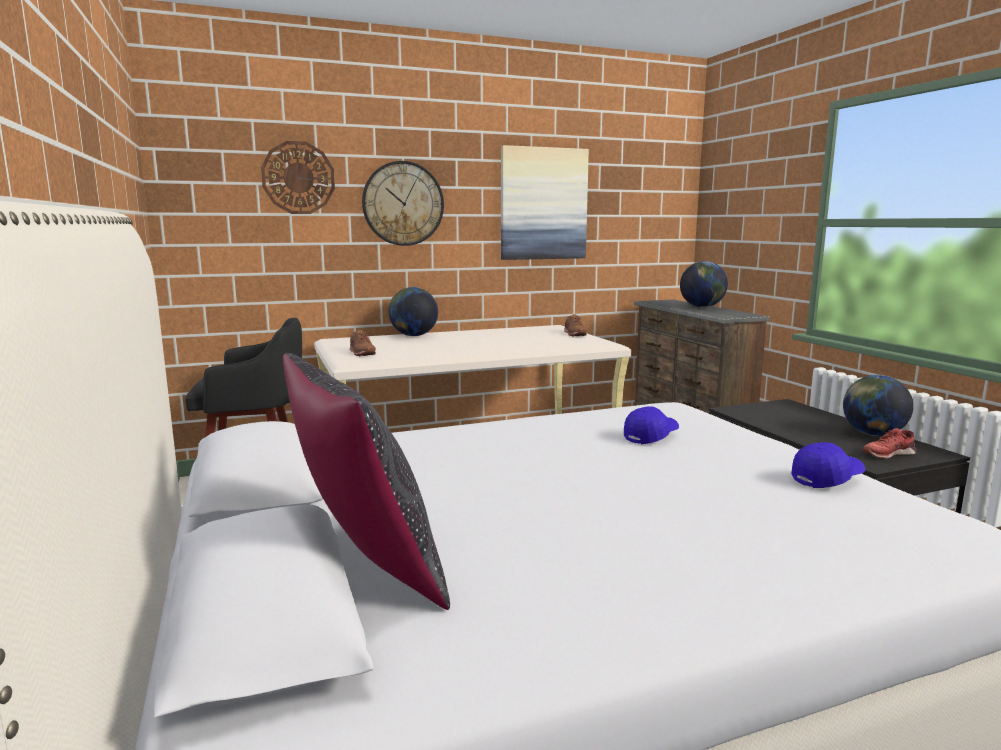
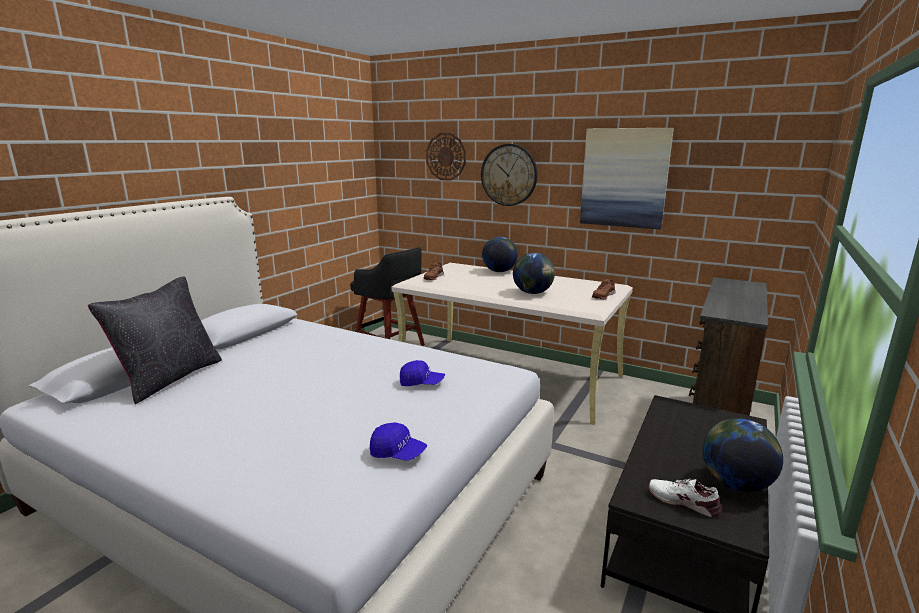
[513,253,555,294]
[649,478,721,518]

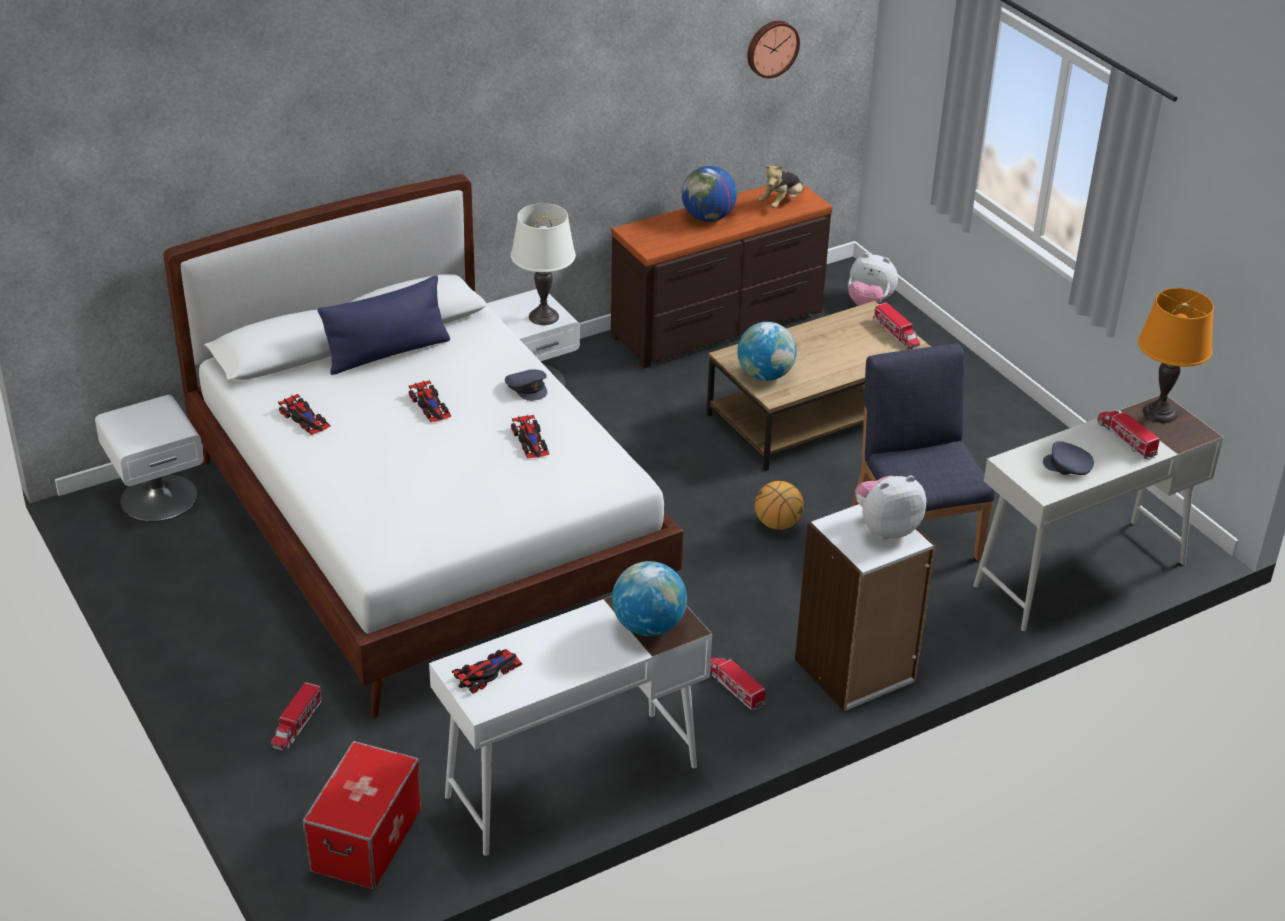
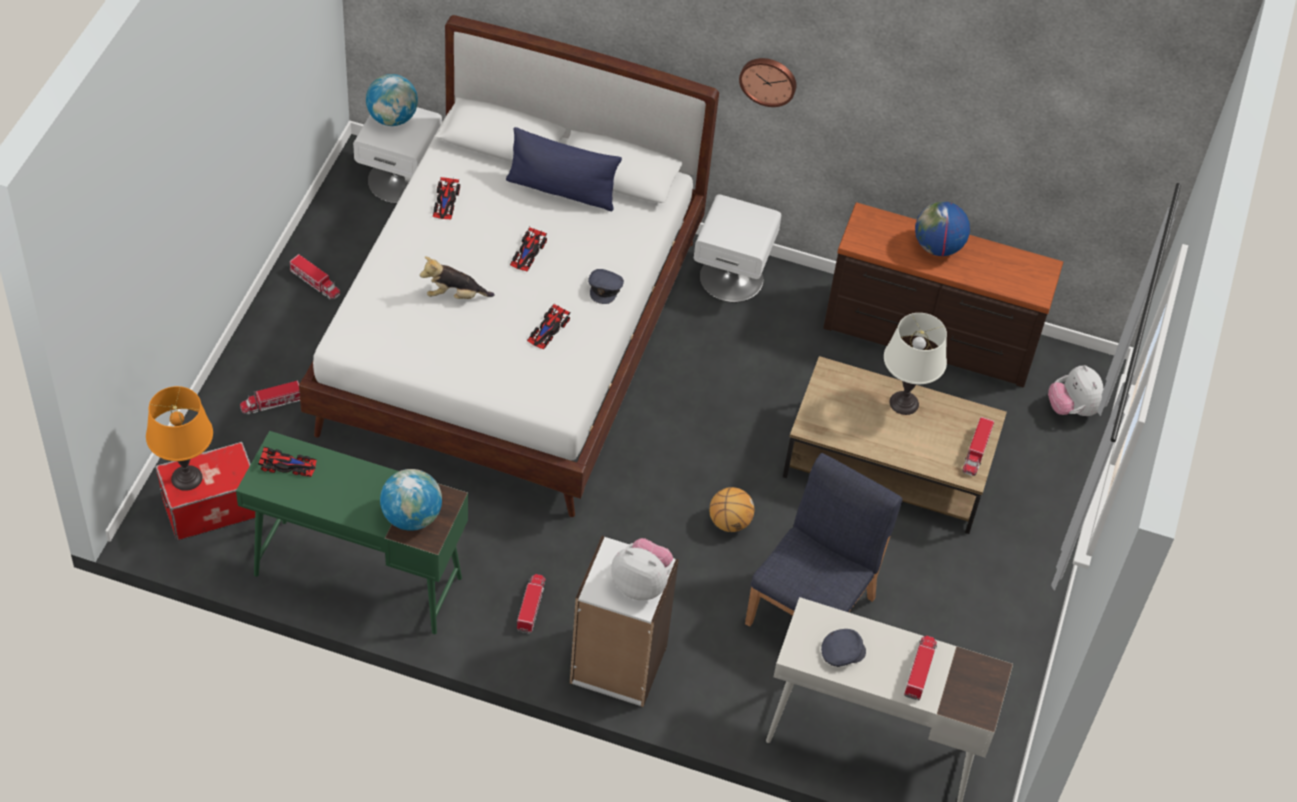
[739,58,796,107]
[420,257,494,299]
[884,313,947,415]
[146,386,213,491]
[366,74,418,126]
[821,629,866,667]
[236,431,468,634]
[290,254,340,300]

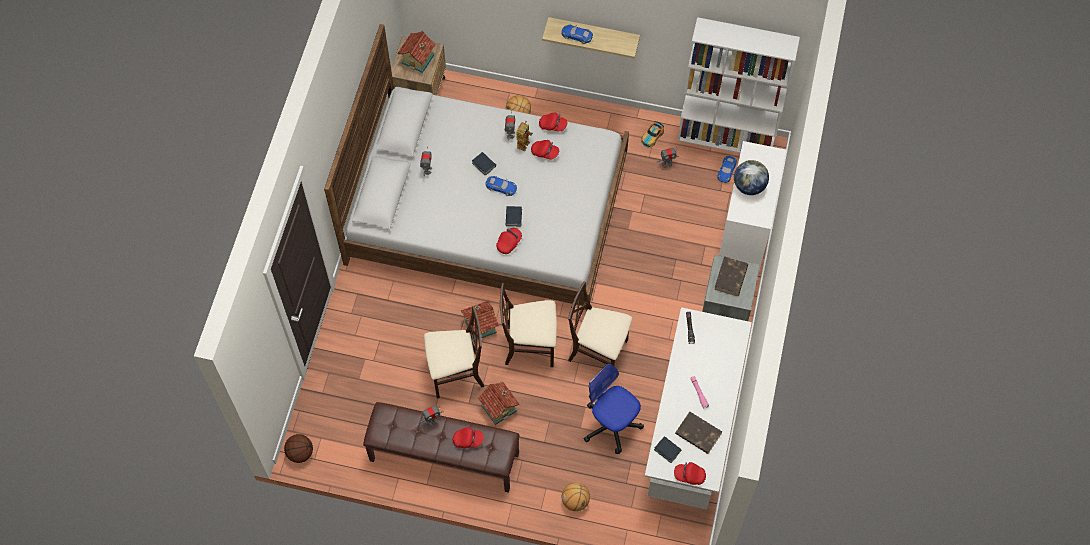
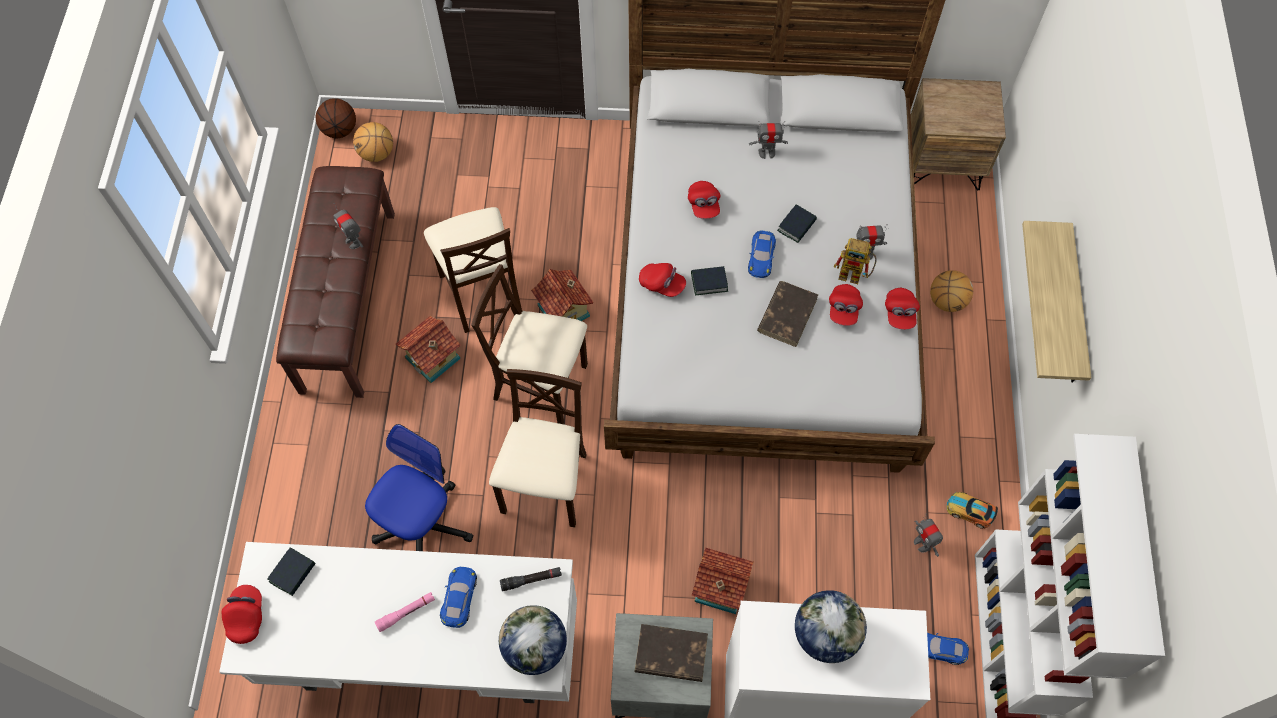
[440,567,477,628]
[692,548,753,614]
[471,264,588,424]
[757,281,818,347]
[688,181,720,219]
[353,122,393,162]
[499,605,567,675]

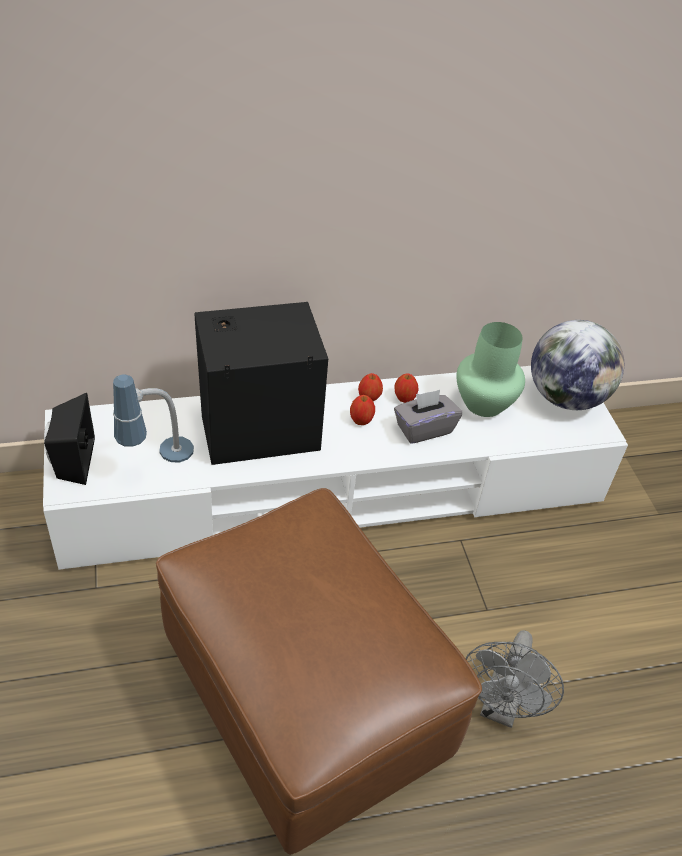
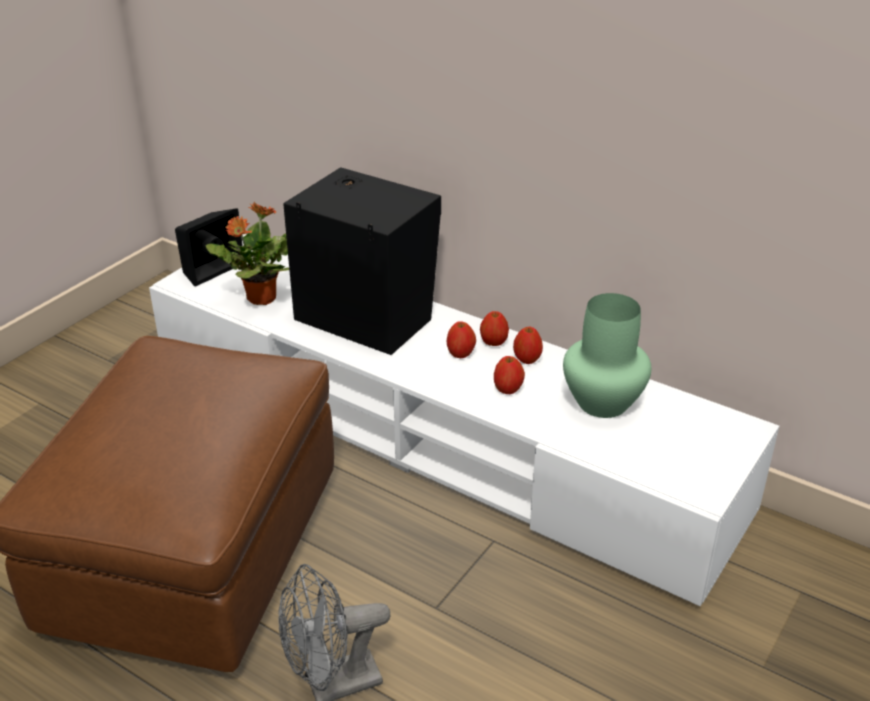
[531,320,624,410] (first image)
[206,202,289,305]
[494,356,525,394]

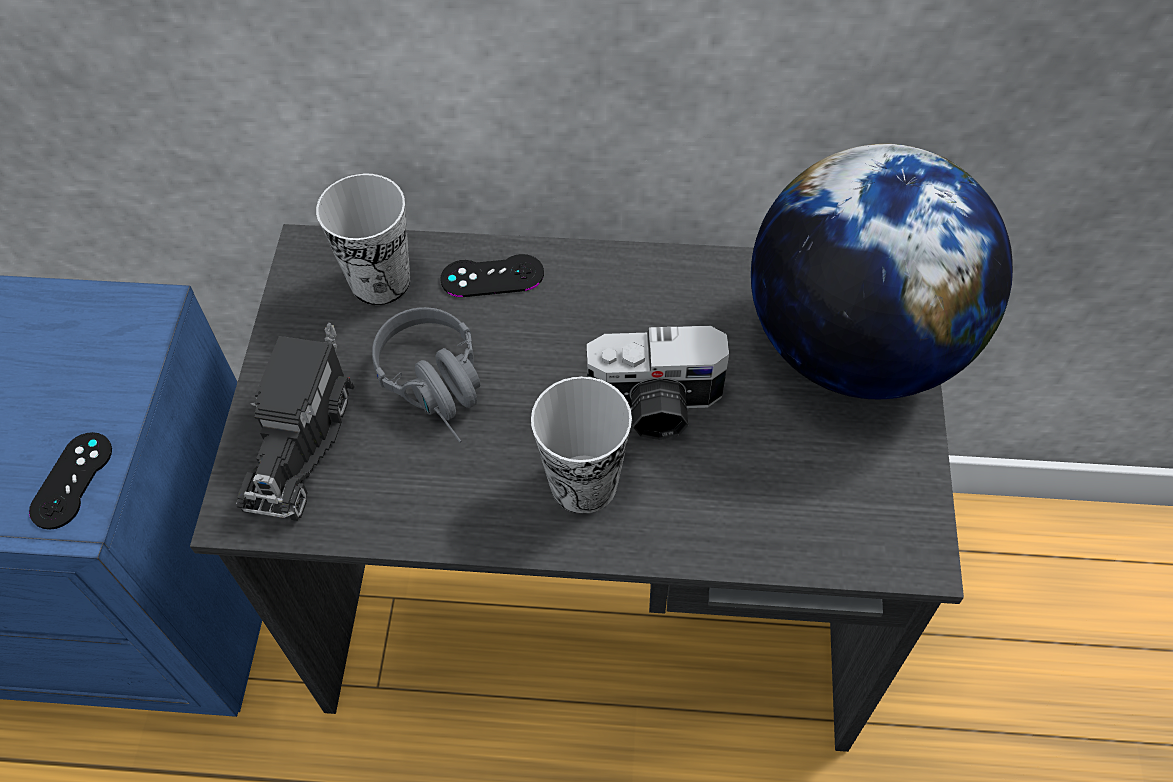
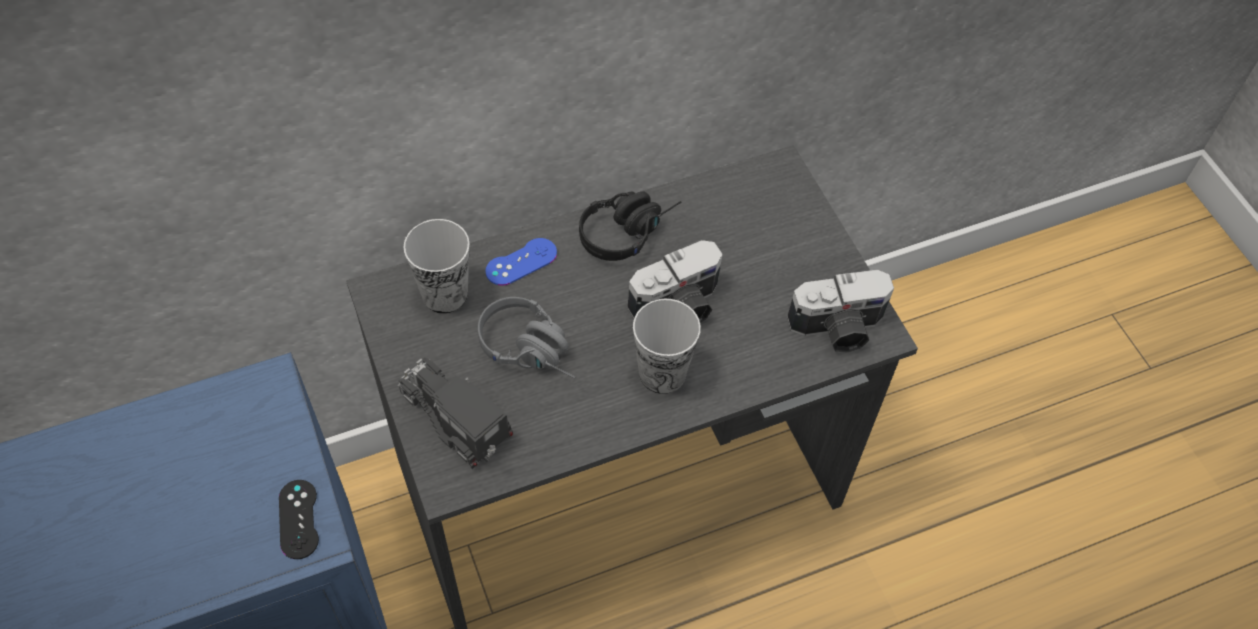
[751,144,1013,399] (first image)
[485,238,557,286]
[398,357,513,469]
[579,191,681,261]
[787,269,894,353]

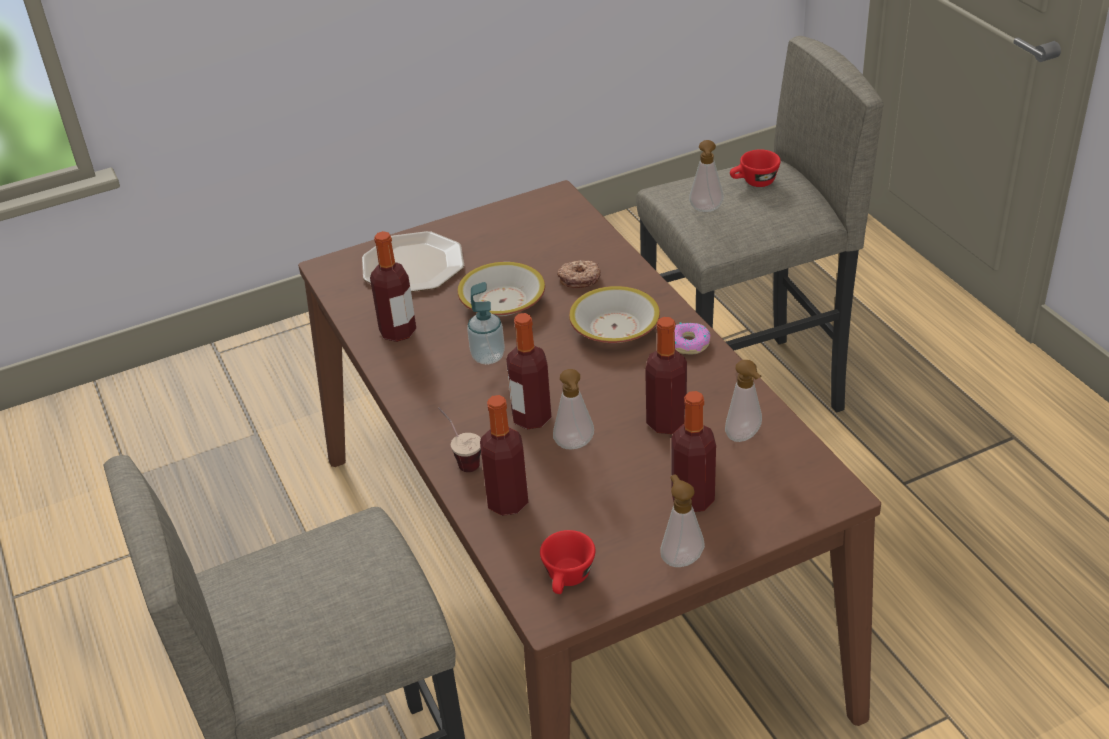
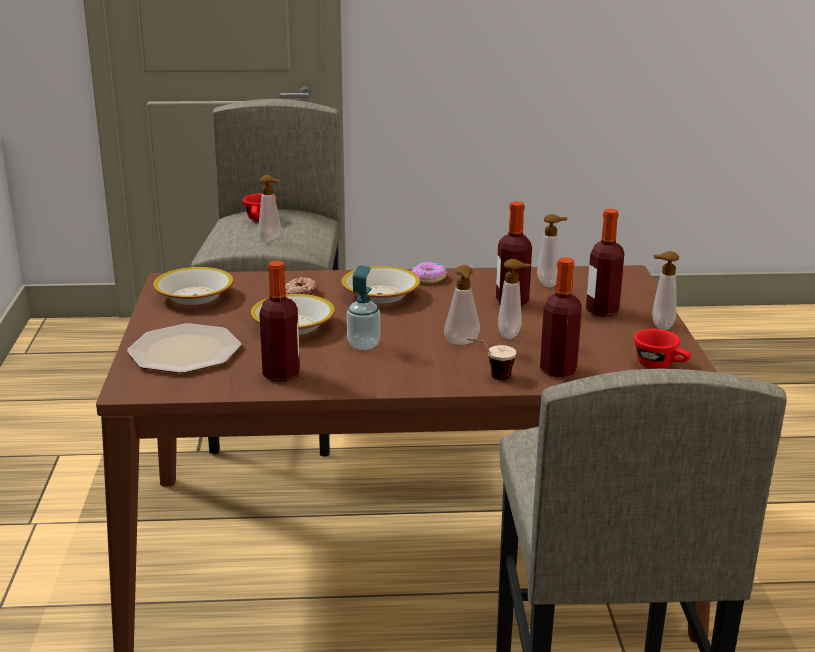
[444,265,480,345]
[153,267,234,305]

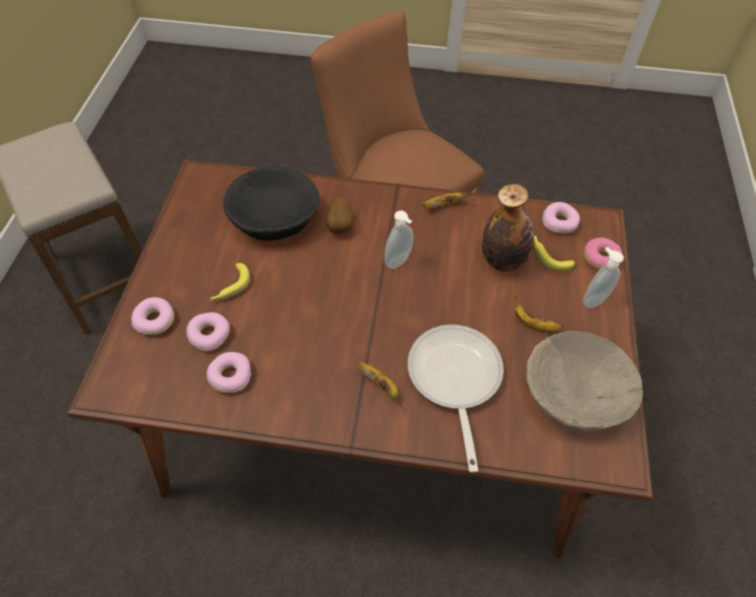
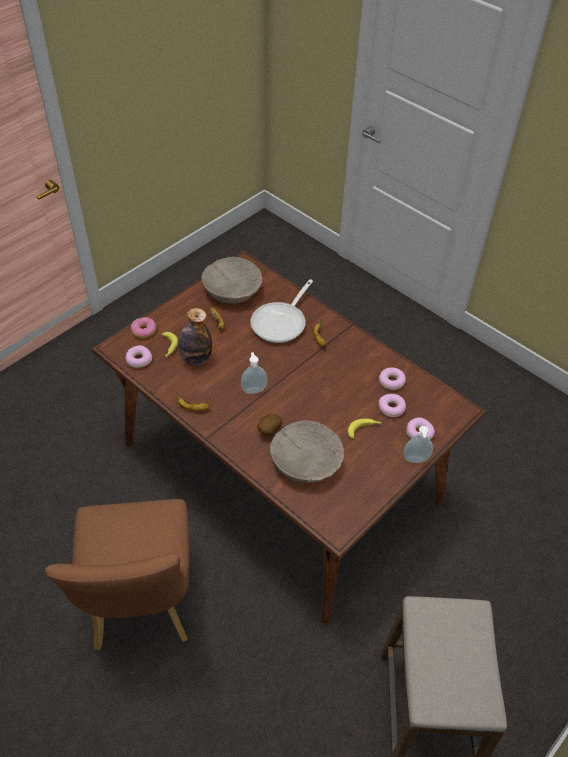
[270,420,344,483]
[403,426,433,463]

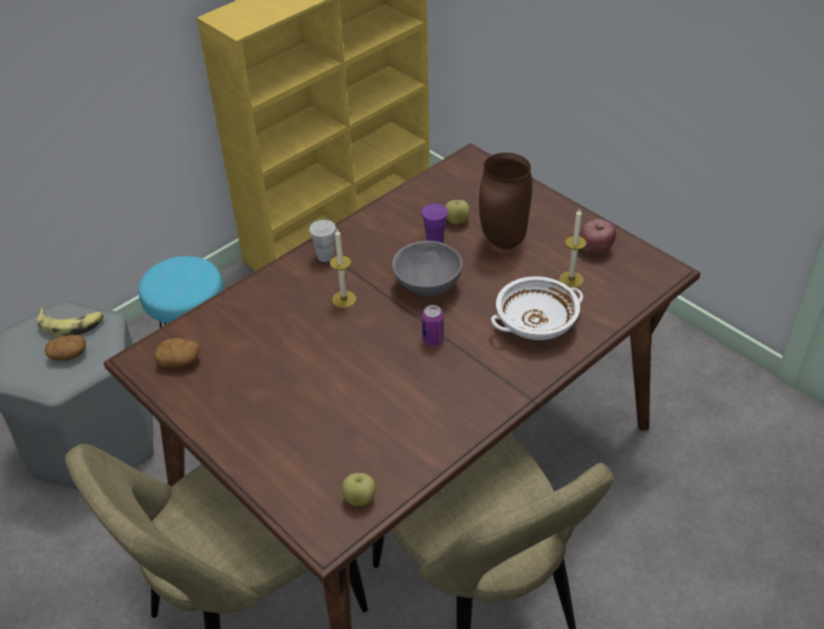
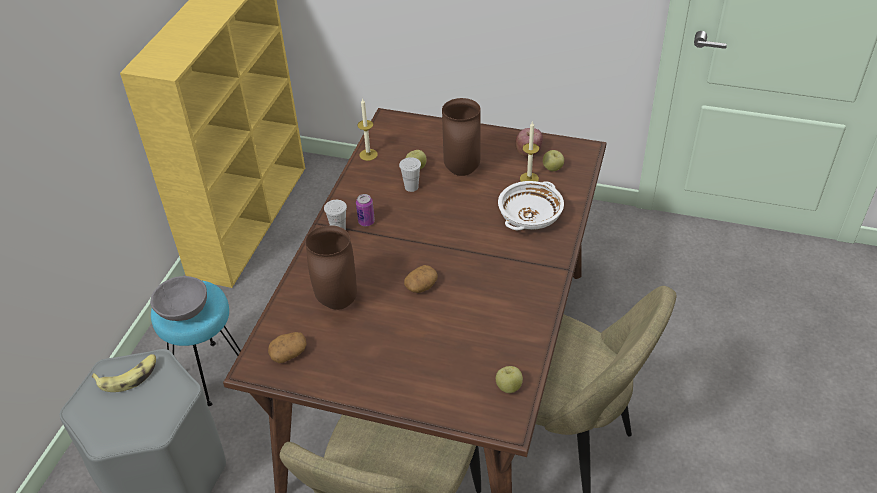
[399,157,421,192]
[357,98,378,161]
[150,276,207,321]
[356,194,375,226]
[404,265,438,293]
[543,150,564,171]
[305,225,357,310]

